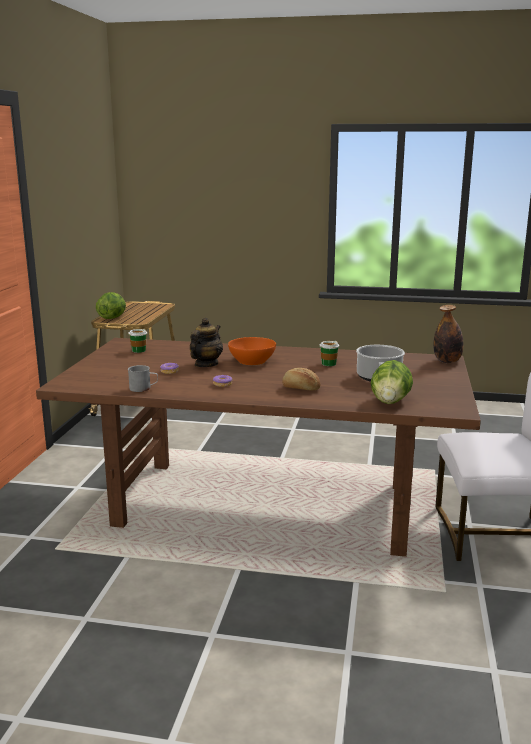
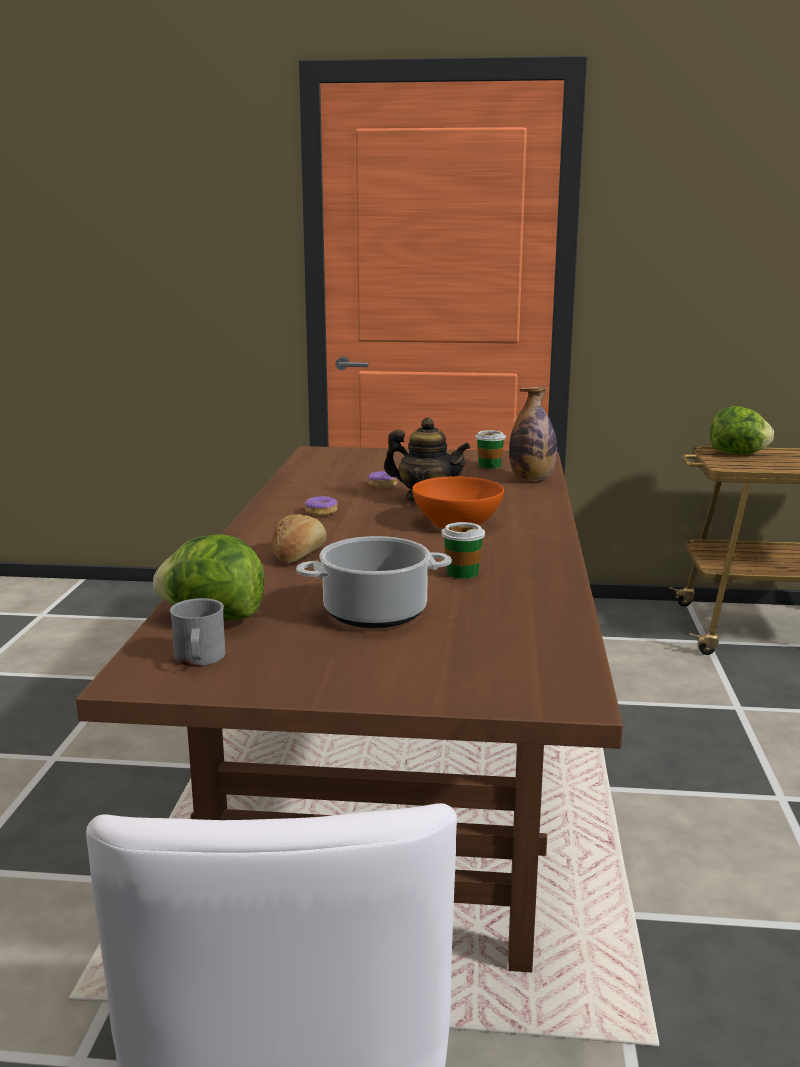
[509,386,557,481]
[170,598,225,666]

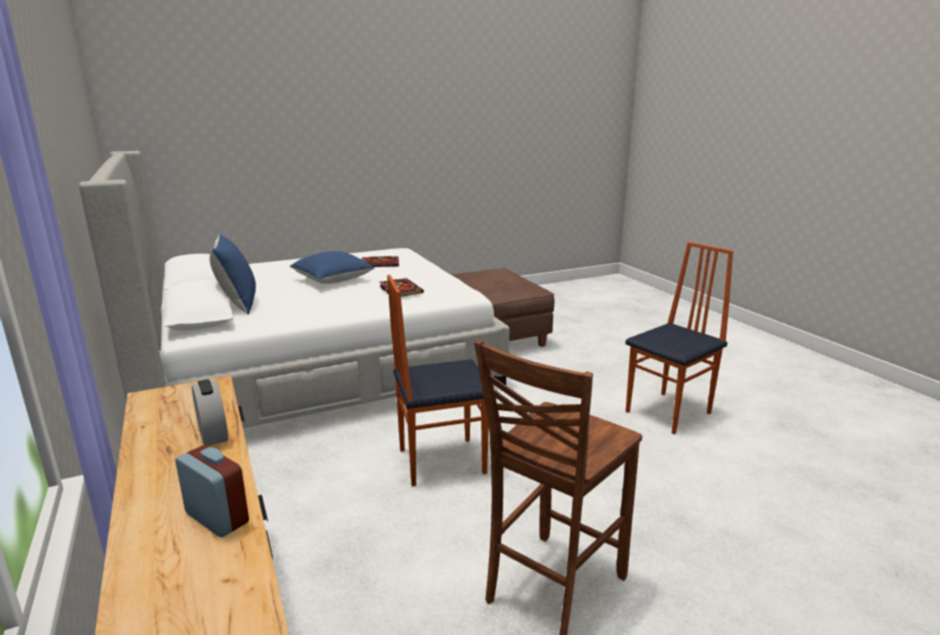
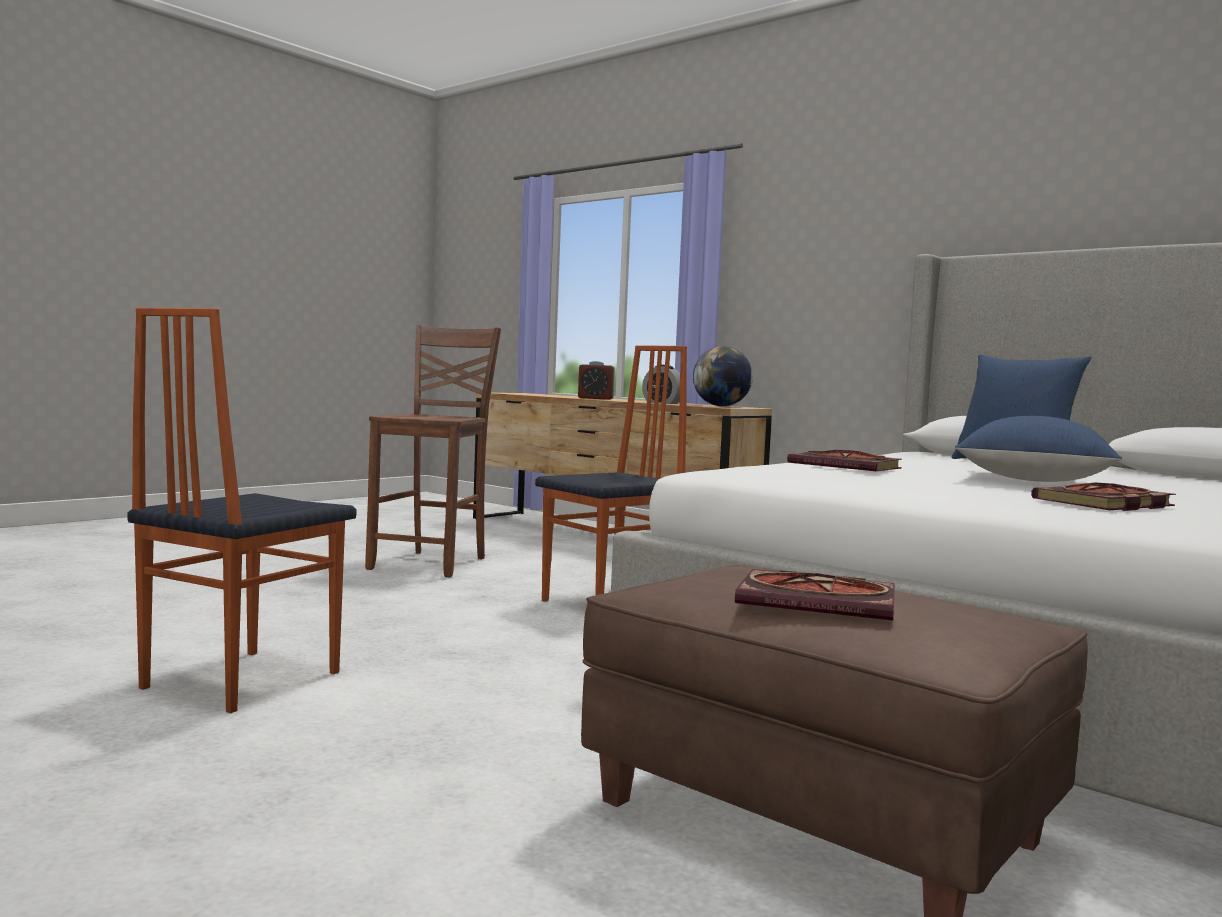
[693,347,753,406]
[735,569,895,621]

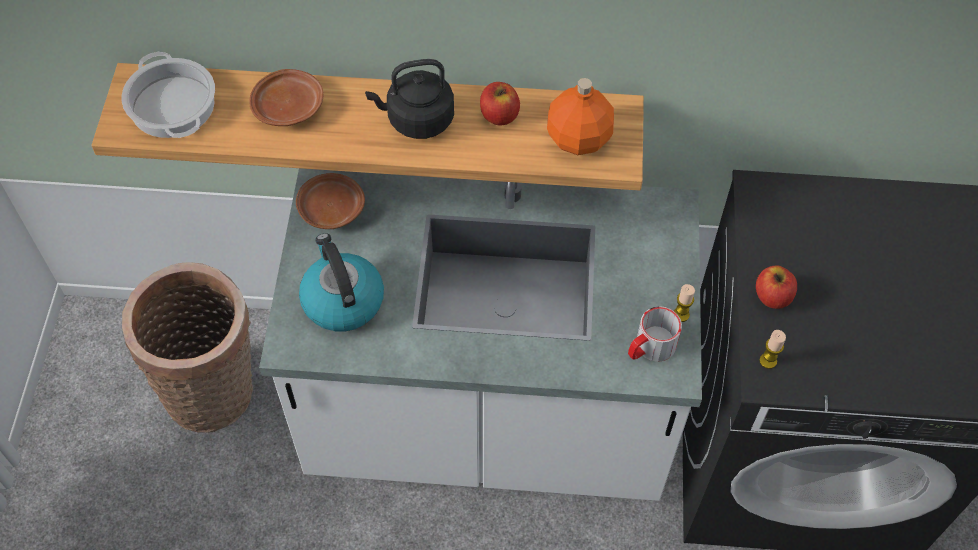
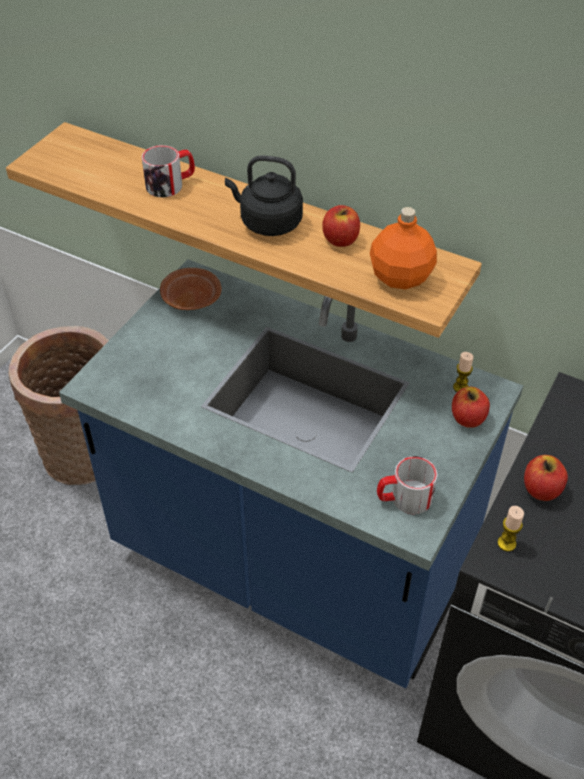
[122,52,215,138] (first image)
[142,145,195,197]
[59,259,523,688]
[299,233,384,331] (first image)
[453,352,474,392]
[452,387,490,428]

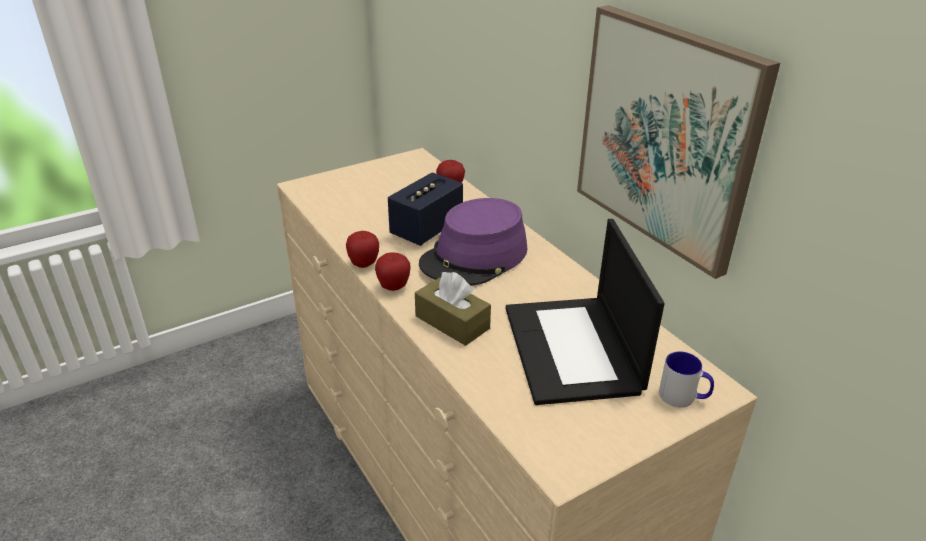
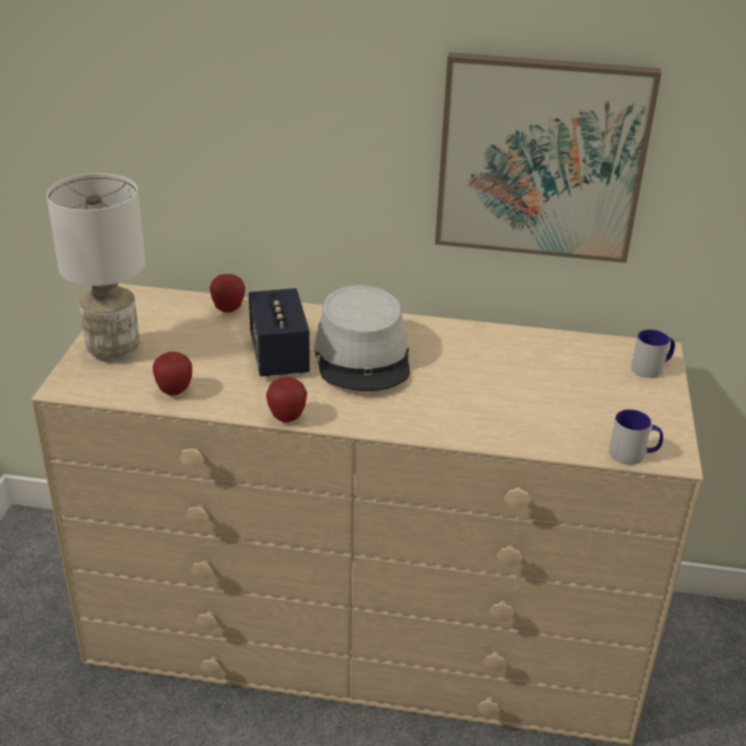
[314,285,410,391]
[506,219,665,405] (first image)
[153,352,192,396]
[415,272,491,346] (first image)
[47,173,145,362]
[609,409,663,465]

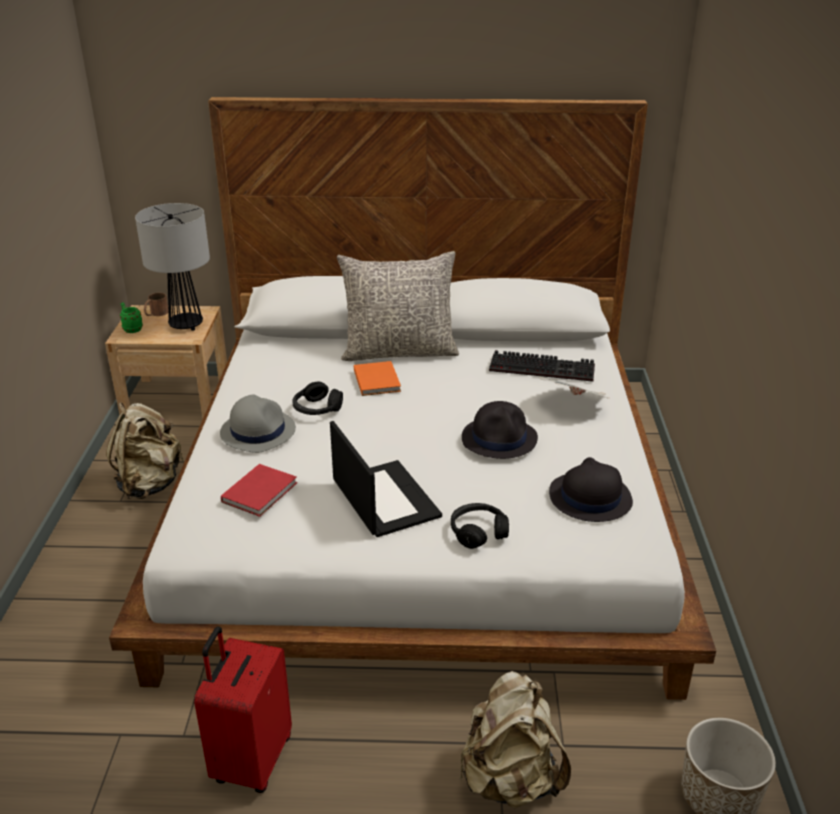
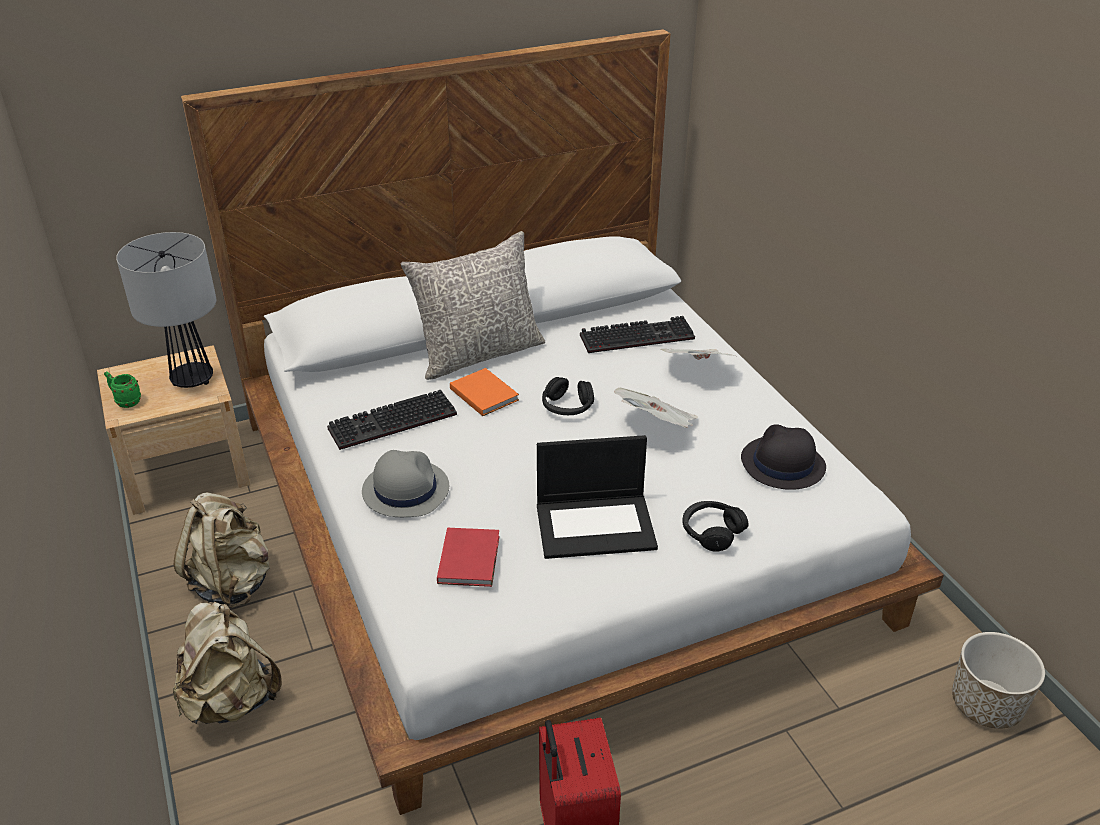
[144,293,168,316] (first image)
[542,377,594,415]
[614,388,698,428]
[537,435,658,559]
[173,601,282,724]
[327,390,457,450]

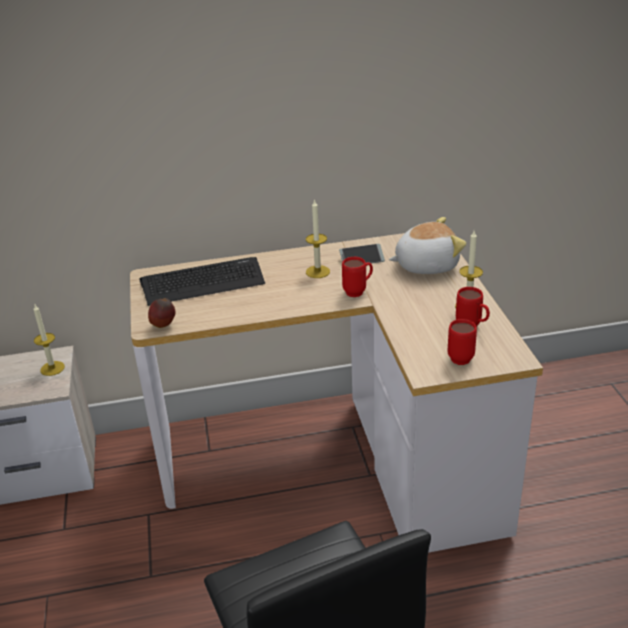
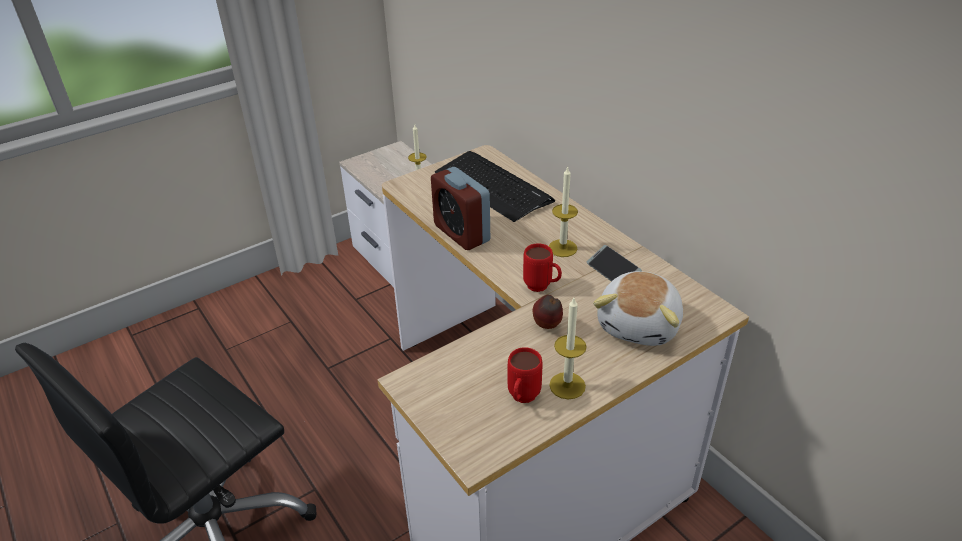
[593,271,683,346]
[533,295,563,329]
[448,319,477,365] (first image)
[431,167,490,250]

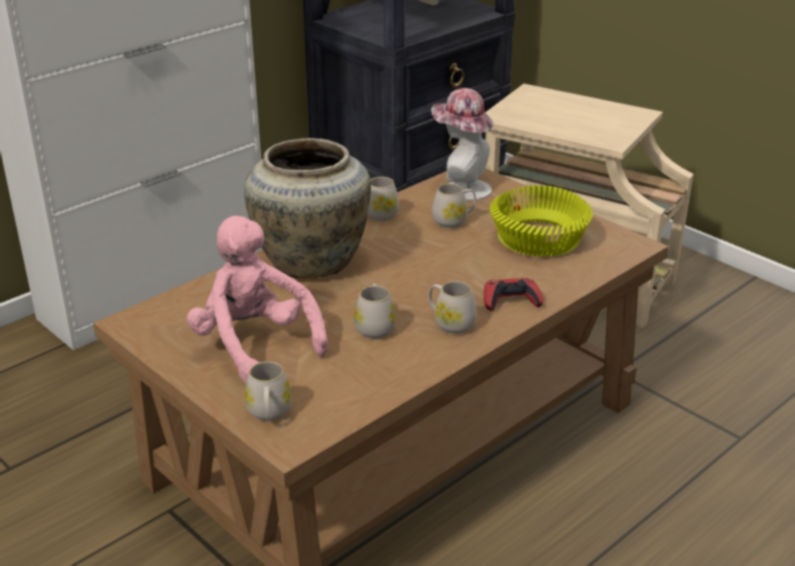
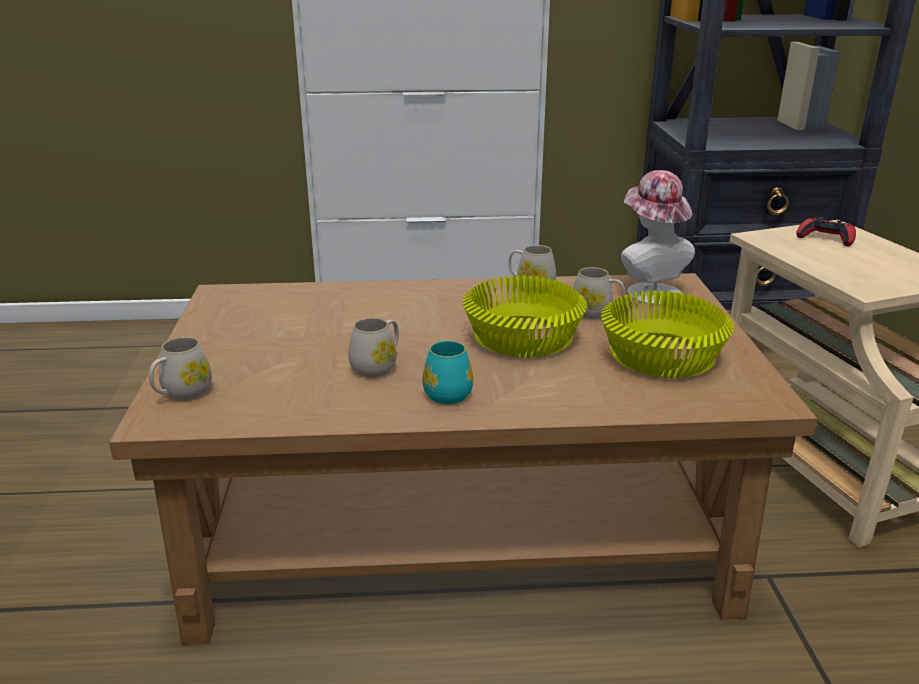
[244,138,371,278] (first image)
[187,216,328,383] (first image)
[797,217,856,247]
[423,340,473,404]
[463,275,587,358]

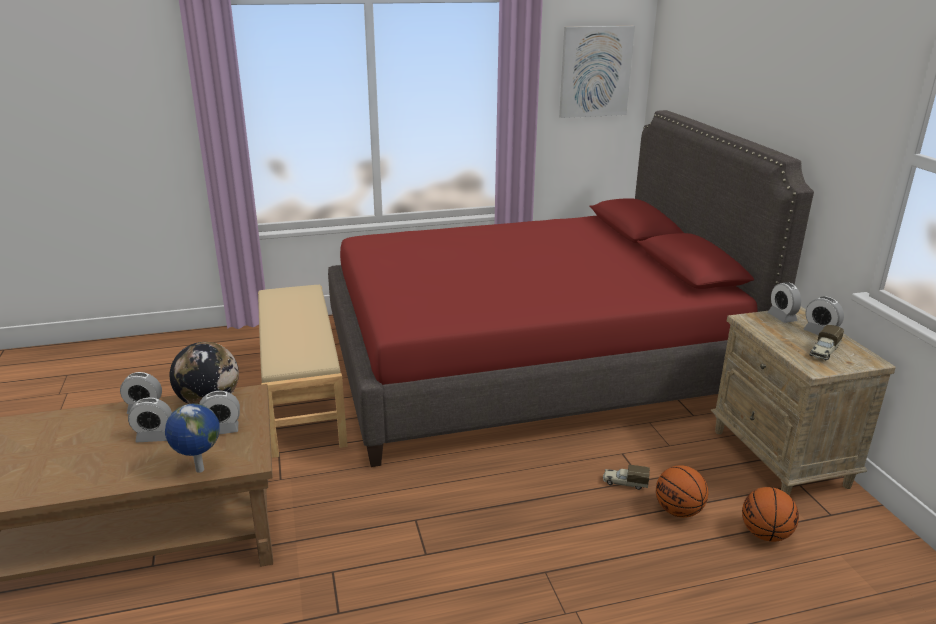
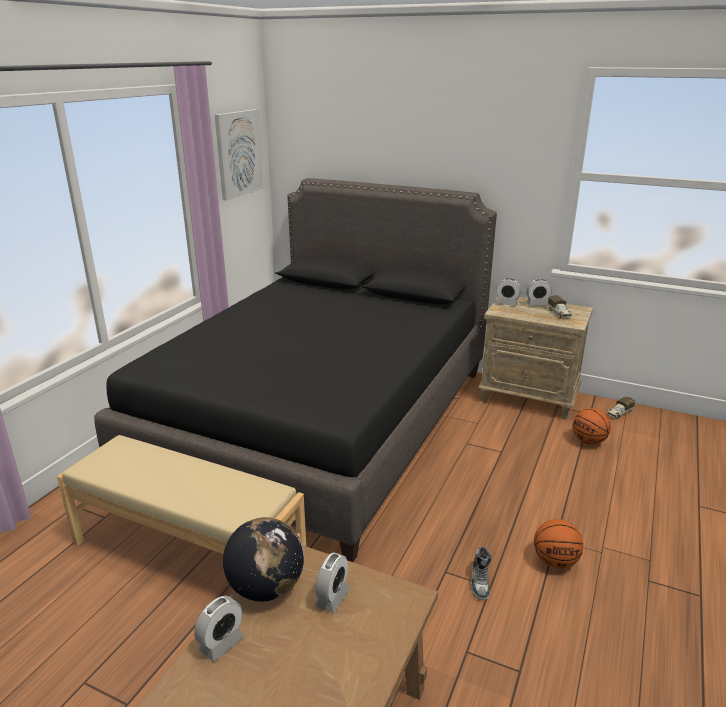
[94,178,497,562]
[128,397,172,443] (first image)
[165,404,220,473] (first image)
[607,396,635,419]
[534,519,583,569]
[471,546,492,600]

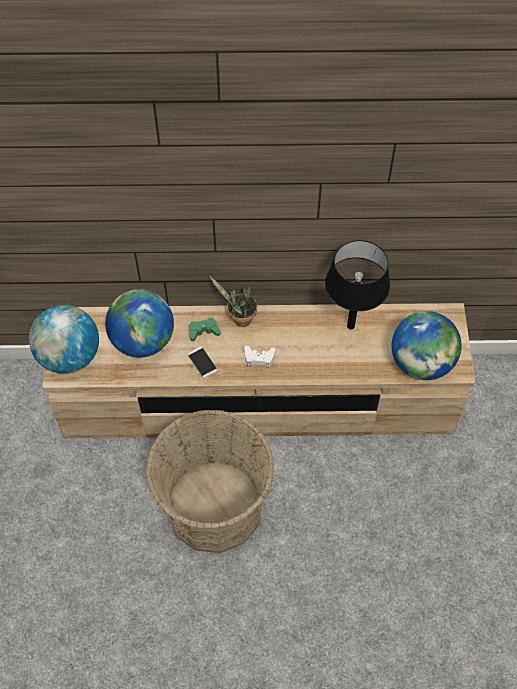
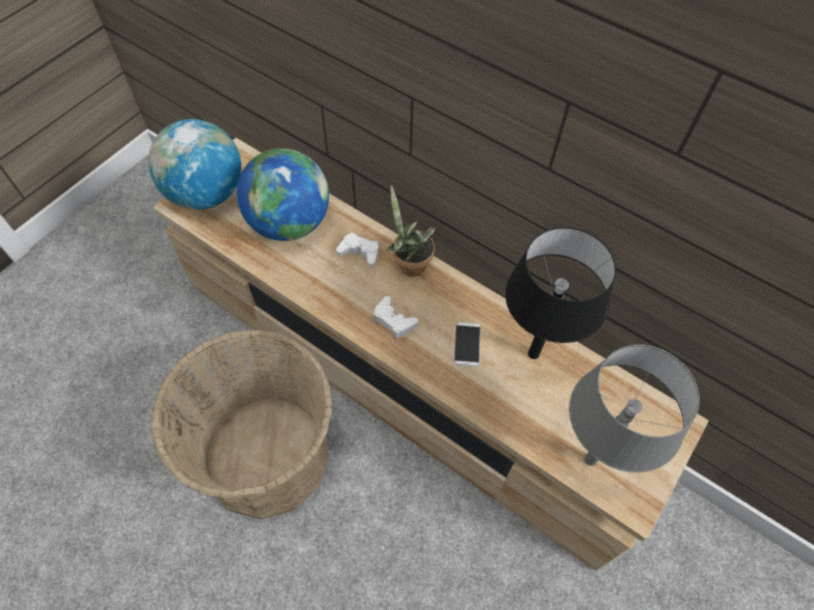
[569,345,700,473]
[336,233,379,267]
[454,322,480,367]

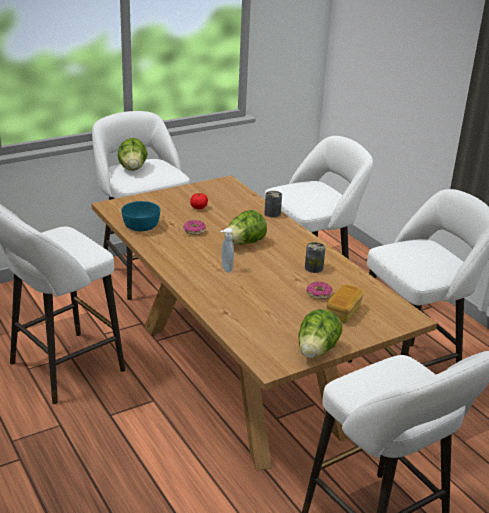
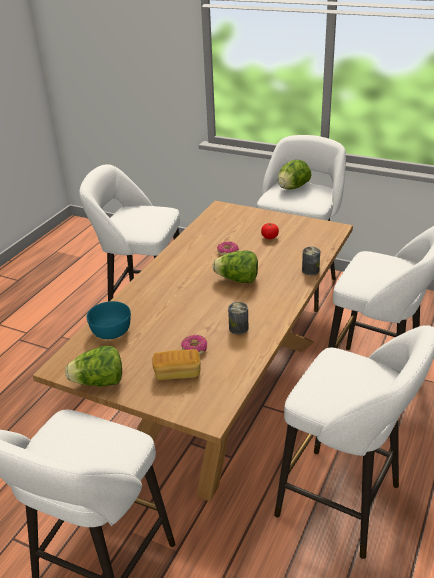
[87,301,131,339]
[221,228,234,273] (first image)

